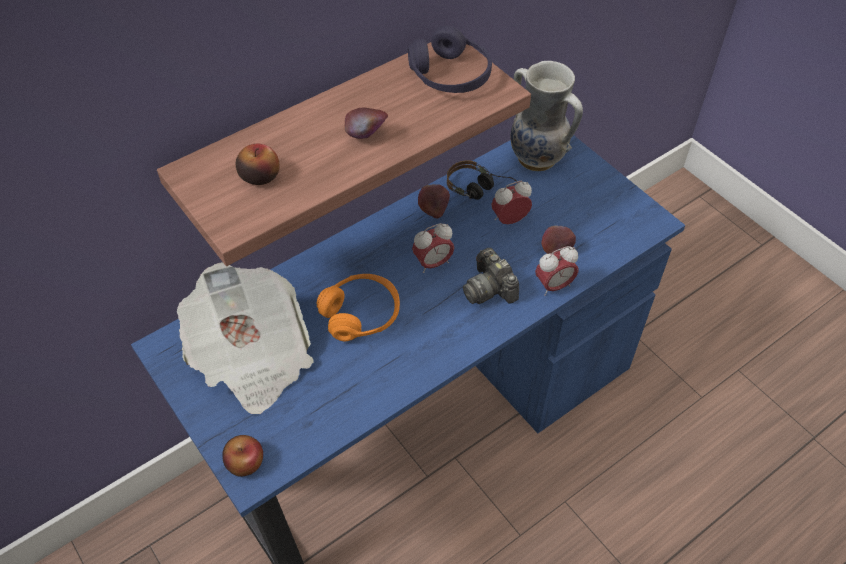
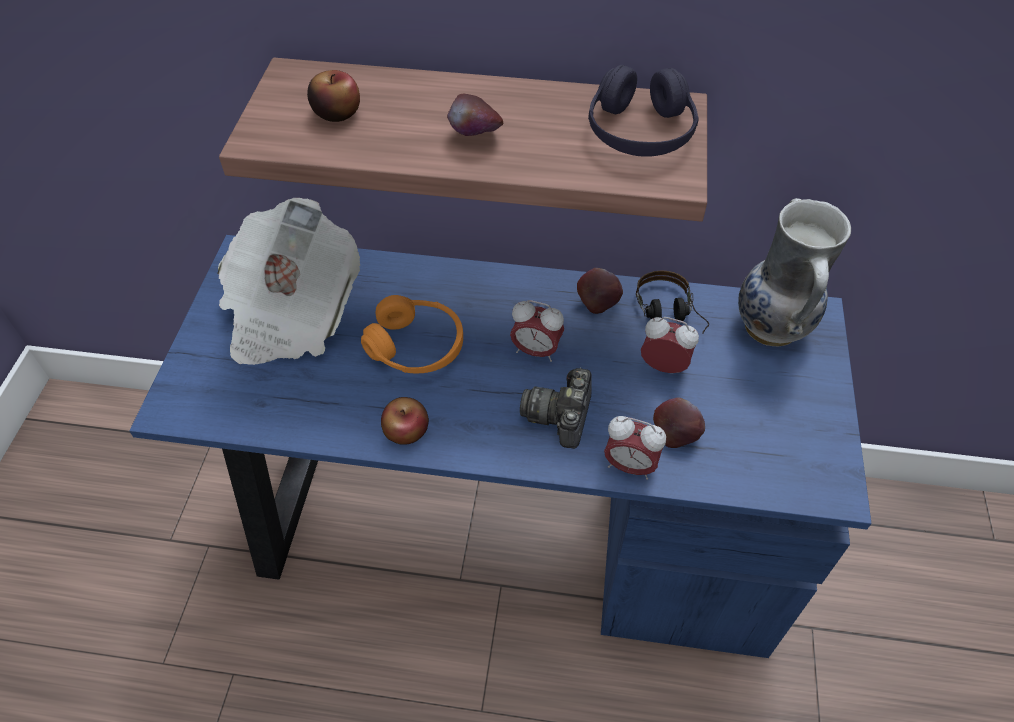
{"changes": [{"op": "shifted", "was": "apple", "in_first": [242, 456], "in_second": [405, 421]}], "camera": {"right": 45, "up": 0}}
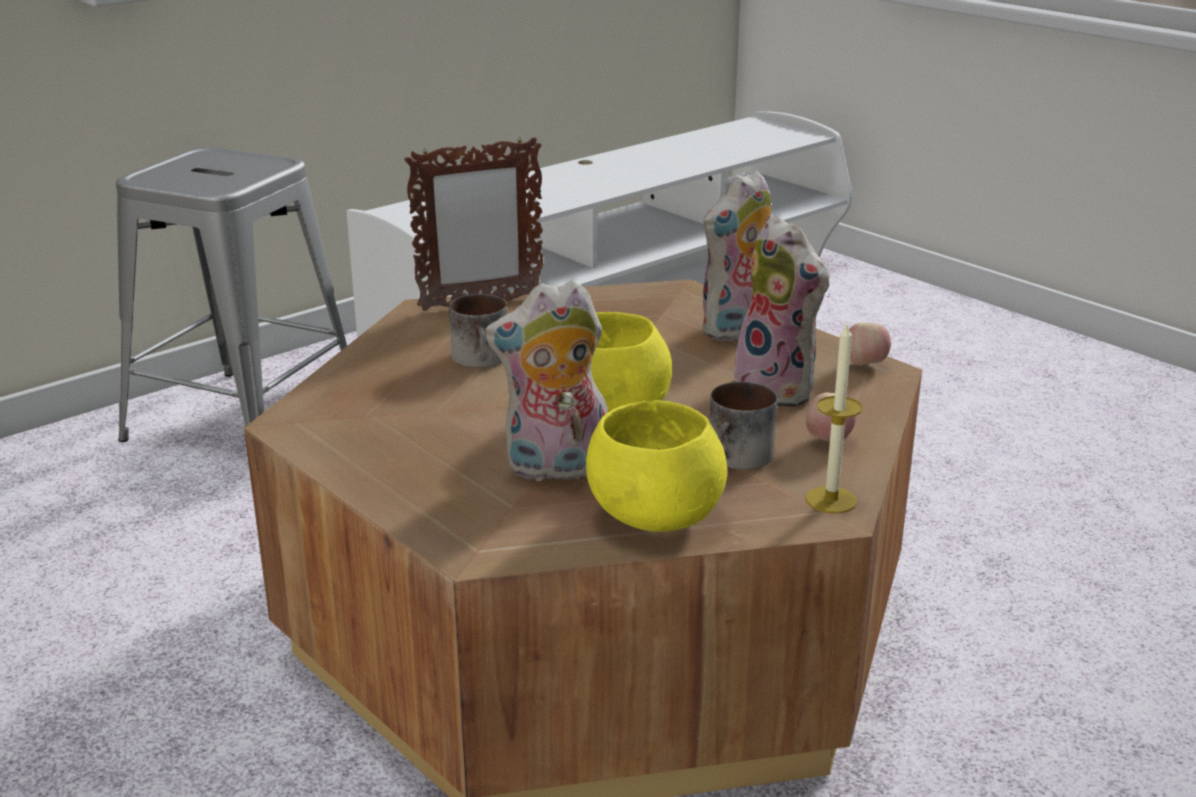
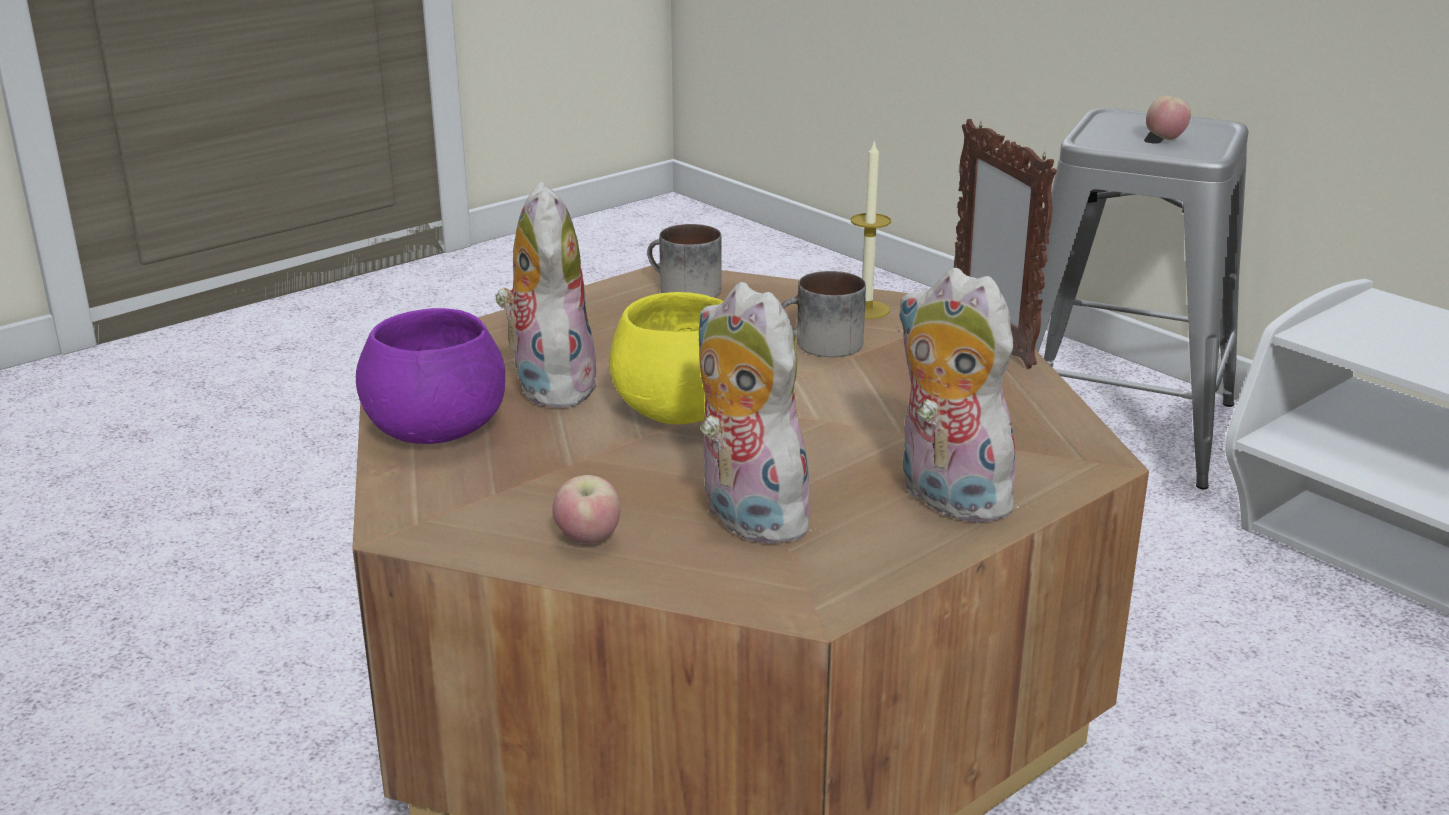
{"changes": [{"op": "repainted", "was": "bowl/yellow", "now": "bowl/purple", "in_first": [656, 466], "in_second": [430, 376]}, {"op": "shifted", "was": "mug", "in_first": [743, 426], "in_second": [684, 261]}, {"op": "rotated", "was": "plush toy", "in_first": [779, 311], "in_second": [760, 413], "clockwise": 90}, {"op": "shifted", "was": "candle", "in_first": [834, 418], "in_second": [871, 229]}, {"op": "shifted", "was": "apple", "in_first": [870, 344], "in_second": [1168, 118]}], "camera": {"right": 90, "up": 0}}
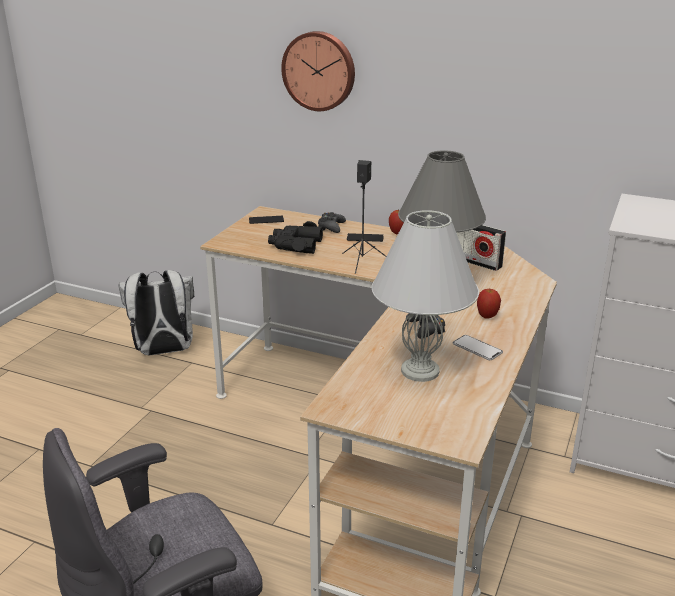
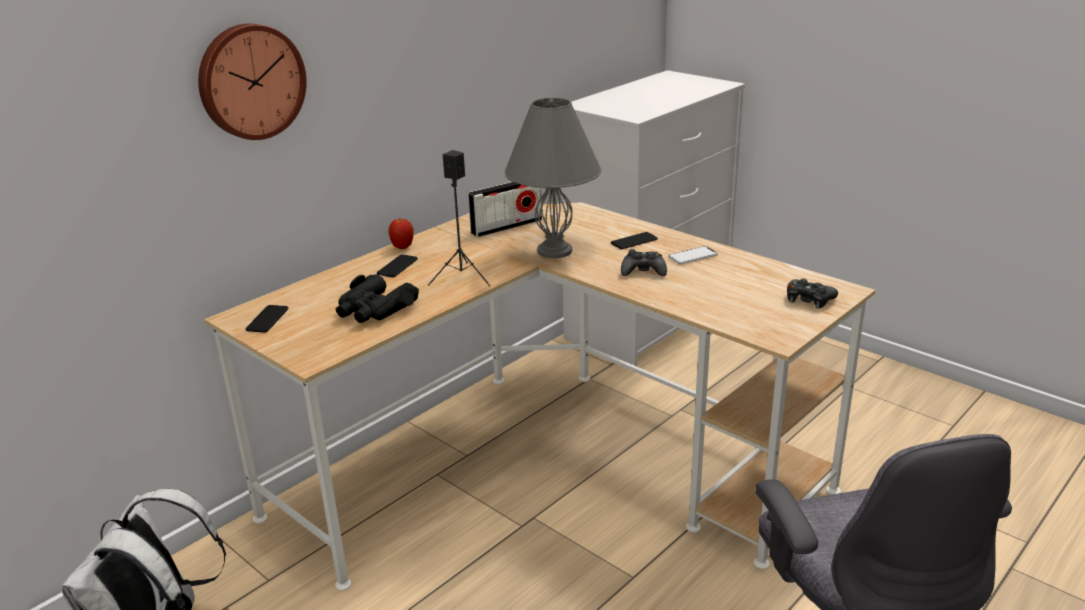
{"changes": [{"op": "shifted", "was": "game controller/black", "in_first": [332, 222], "in_second": [812, 293]}, {"op": "gone", "was": "table lamp/white", "in_first": [425, 296]}, {"op": "swapped", "was": "apple", "now": "phone", "in_first": [489, 304], "in_second": [634, 240]}], "camera": {"right": -70, "up": 0}}
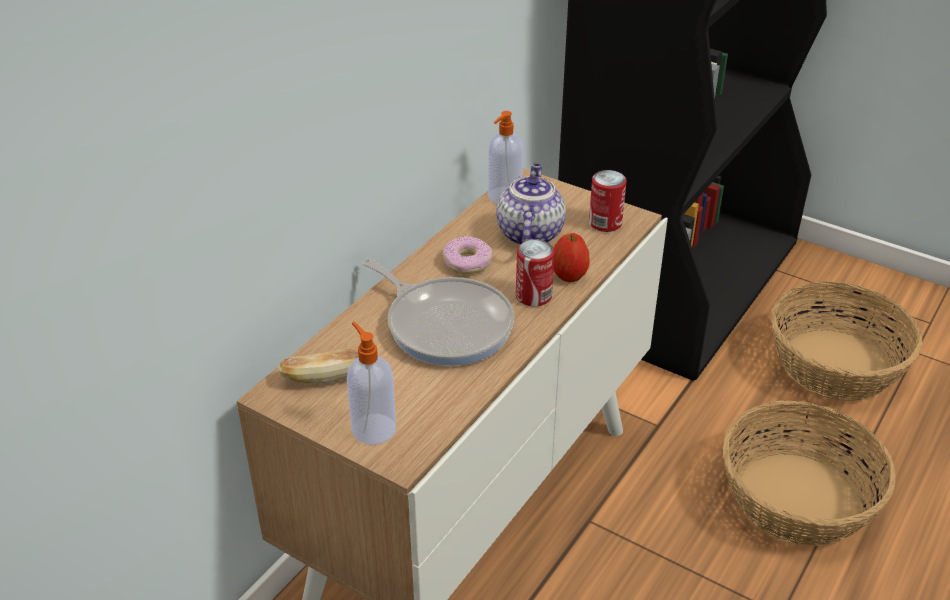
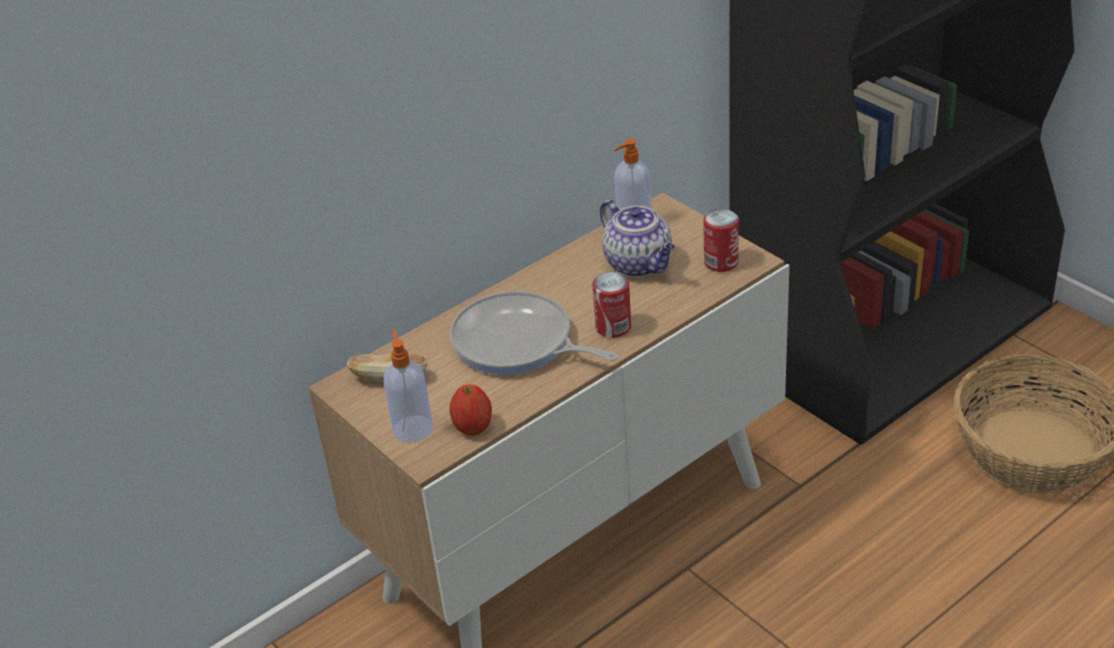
{"changes": [{"op": "rotated", "was": "frying pan", "in_first": [438, 312], "in_second": [534, 333], "clockwise": 150}, {"op": "gone", "was": "donut", "in_first": [467, 255]}, {"op": "rotated", "was": "teapot", "in_first": [531, 204], "in_second": [637, 238], "clockwise": 120}, {"op": "shifted", "was": "apple", "in_first": [572, 257], "in_second": [470, 410]}, {"op": "gone", "was": "basket", "in_first": [809, 473]}], "camera": {"right": 20, "up": 0}}
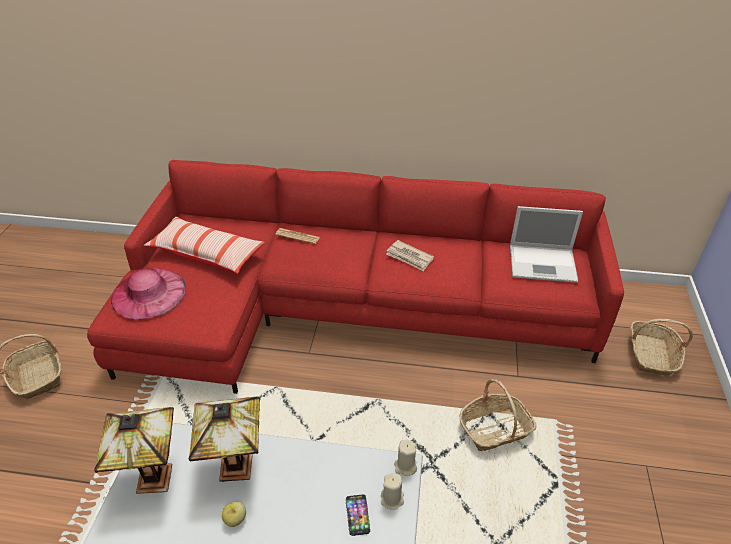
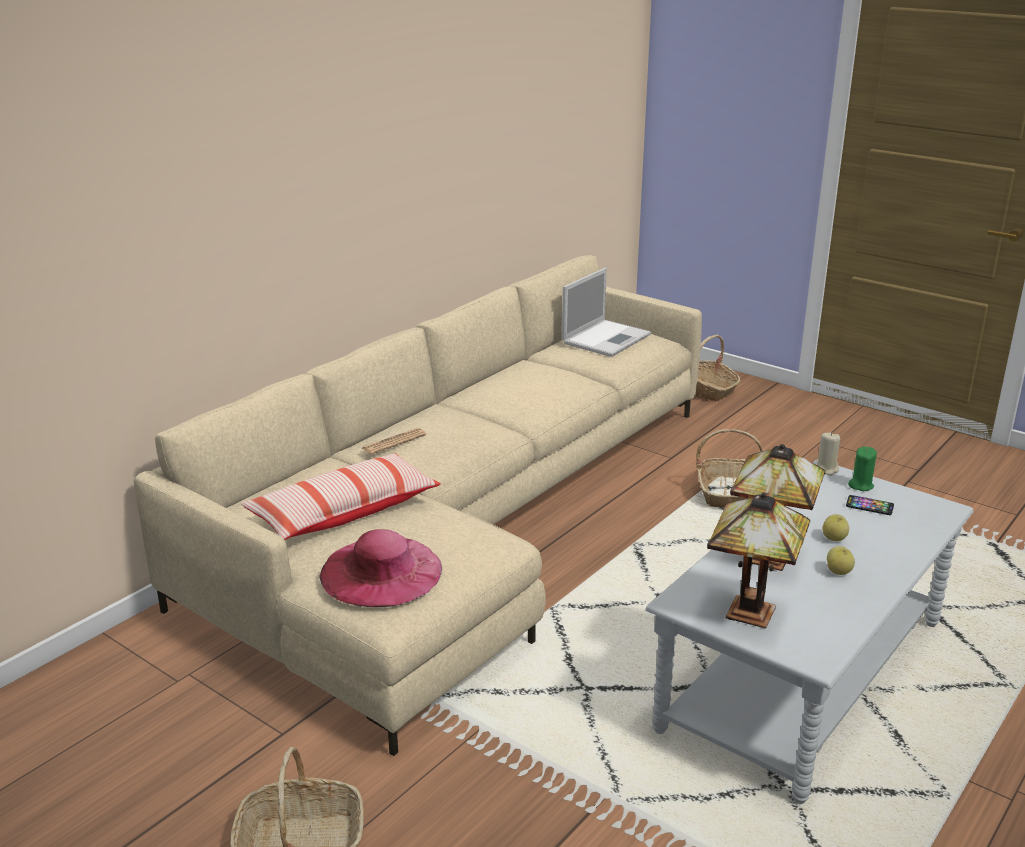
{"changes": [{"op": "repainted", "was": "sofa/red", "now": "sofa/beige", "in_first": [355, 277], "in_second": [418, 505]}, {"op": "repainted", "was": "candle/beige", "now": "candle/green", "in_first": [392, 491], "in_second": [862, 469]}, {"op": "gone", "was": "newspaper", "in_first": [410, 255]}, {"op": "new", "now": "apple", "in_second": [835, 527]}], "camera": {"right": -60, "up": -15}}
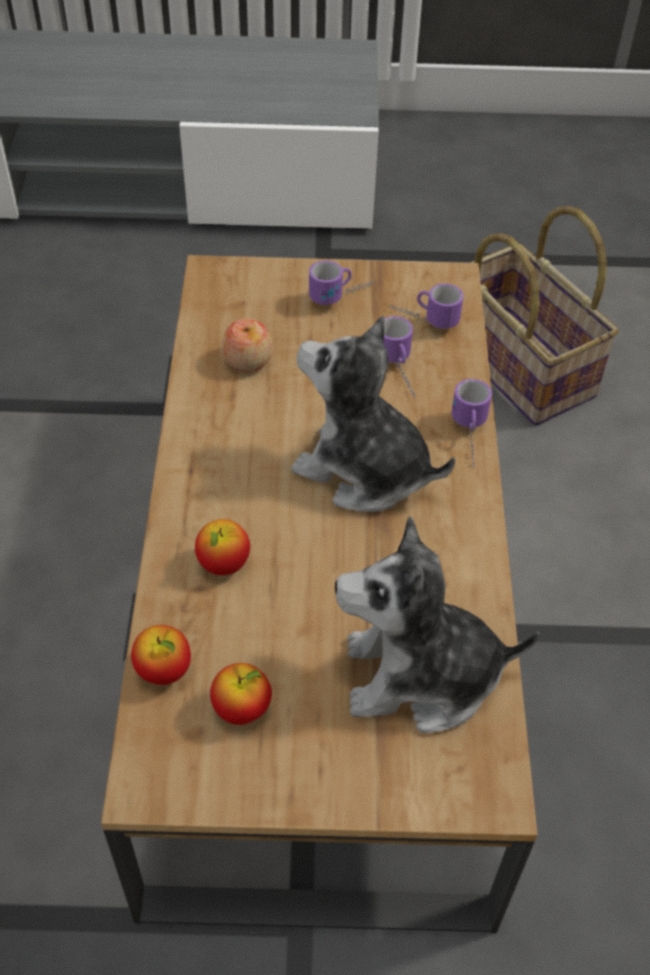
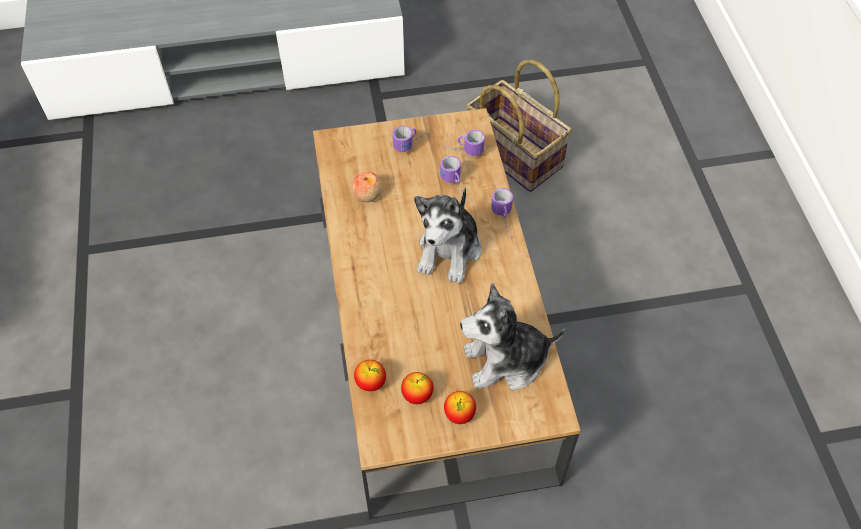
{"changes": [{"op": "shifted", "was": "apple", "in_first": [222, 547], "in_second": [460, 407]}, {"op": "rotated", "was": "plush toy", "in_first": [373, 414], "in_second": [447, 235], "clockwise": -90}], "camera": {"right": -10, "up": 5}}
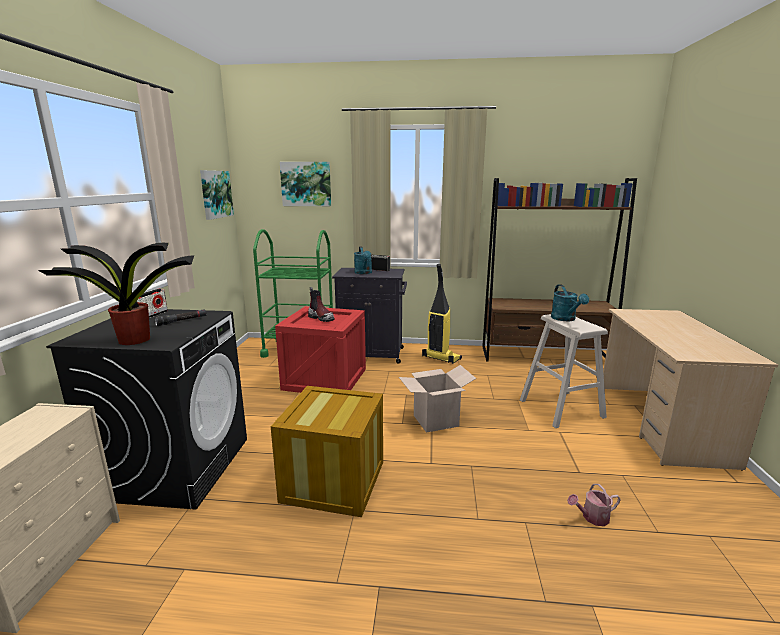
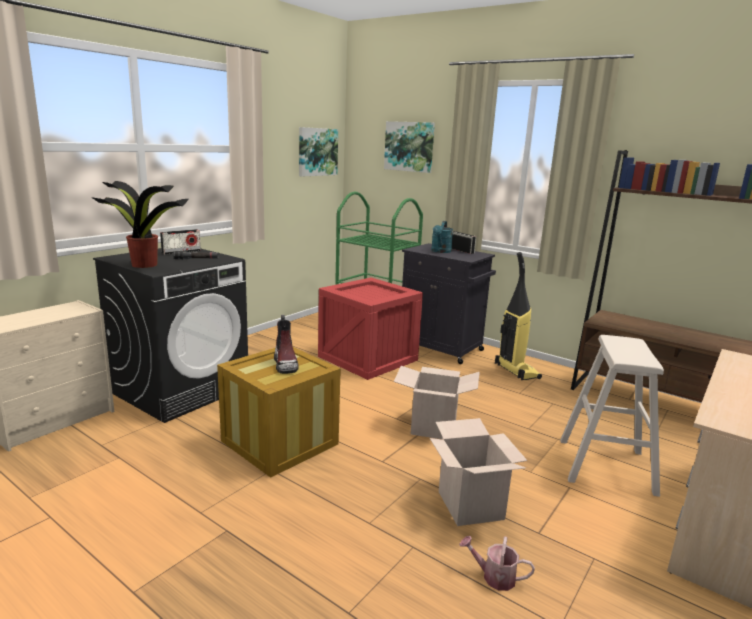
{"changes": [{"op": "shifted", "was": "boot", "in_first": [321, 304], "in_second": [286, 344]}, {"op": "gone", "was": "watering can/turquoise", "in_first": [570, 303]}, {"op": "new", "now": "cardboard box", "in_second": [478, 472]}], "camera": {"right": 30, "up": 0}}
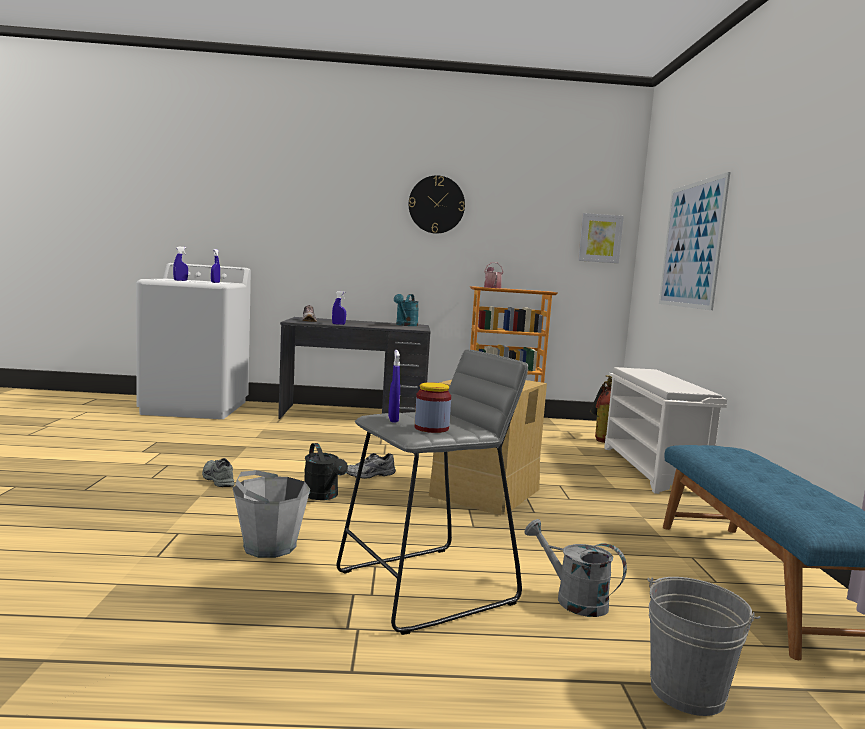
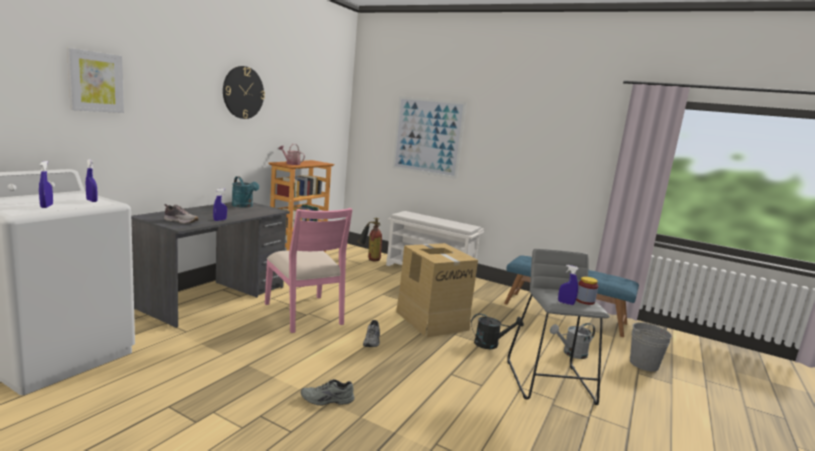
{"changes": [{"op": "gone", "was": "bucket/grey", "in_first": [271, 514]}, {"op": "shifted", "was": "watering can/black", "in_first": [326, 471], "in_second": [497, 331]}, {"op": "shifted", "was": "picture", "in_first": [601, 238], "in_second": [95, 80]}, {"op": "new", "now": "chair/pink", "in_second": [308, 270]}], "camera": {"right": -60, "up": 5}}
